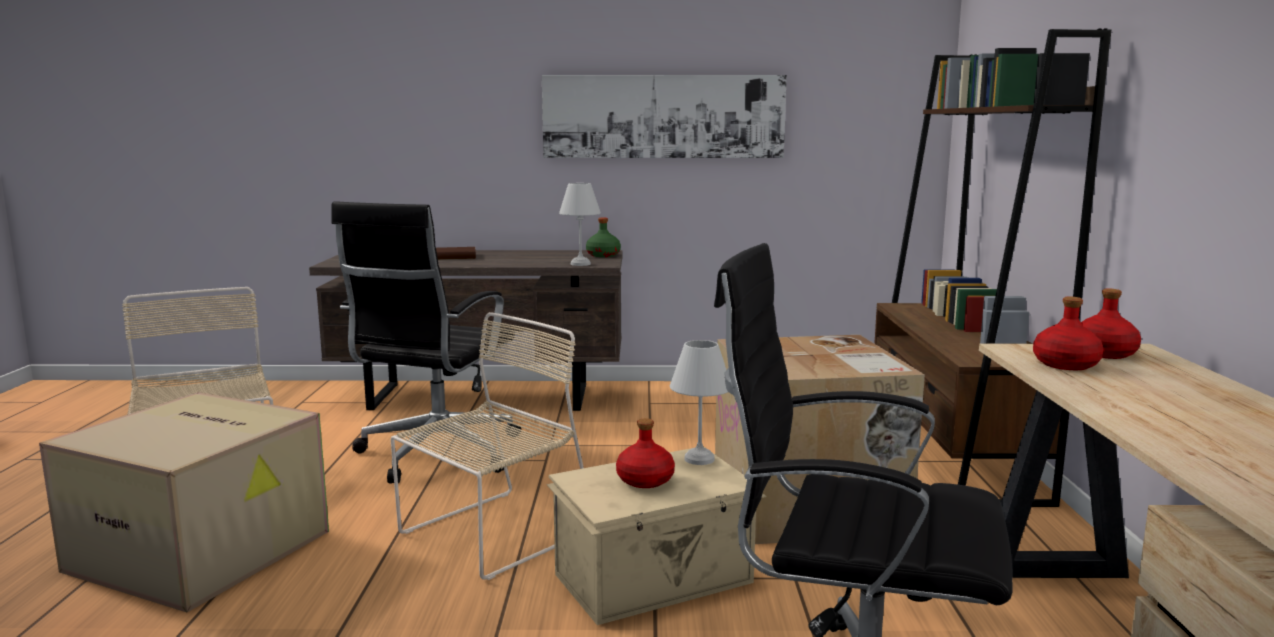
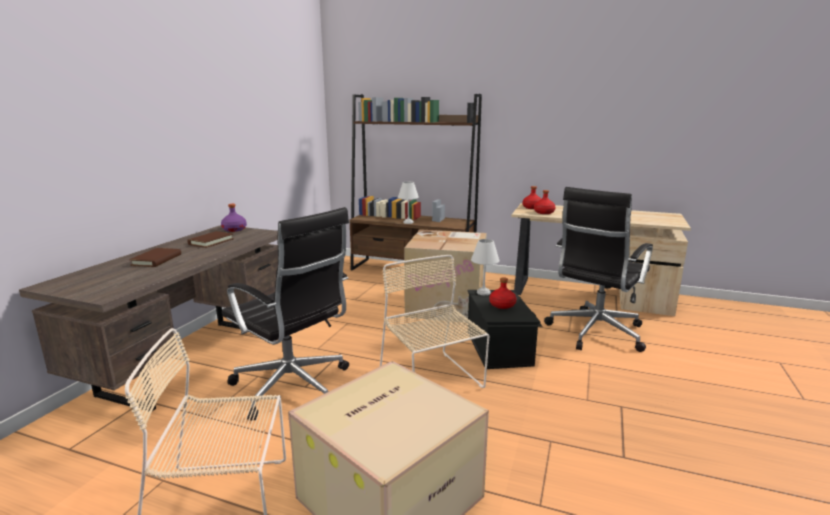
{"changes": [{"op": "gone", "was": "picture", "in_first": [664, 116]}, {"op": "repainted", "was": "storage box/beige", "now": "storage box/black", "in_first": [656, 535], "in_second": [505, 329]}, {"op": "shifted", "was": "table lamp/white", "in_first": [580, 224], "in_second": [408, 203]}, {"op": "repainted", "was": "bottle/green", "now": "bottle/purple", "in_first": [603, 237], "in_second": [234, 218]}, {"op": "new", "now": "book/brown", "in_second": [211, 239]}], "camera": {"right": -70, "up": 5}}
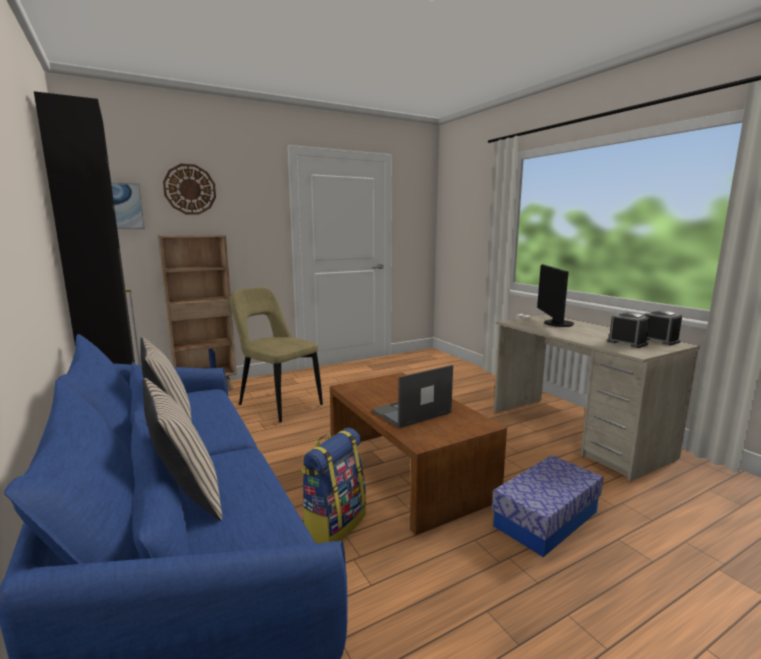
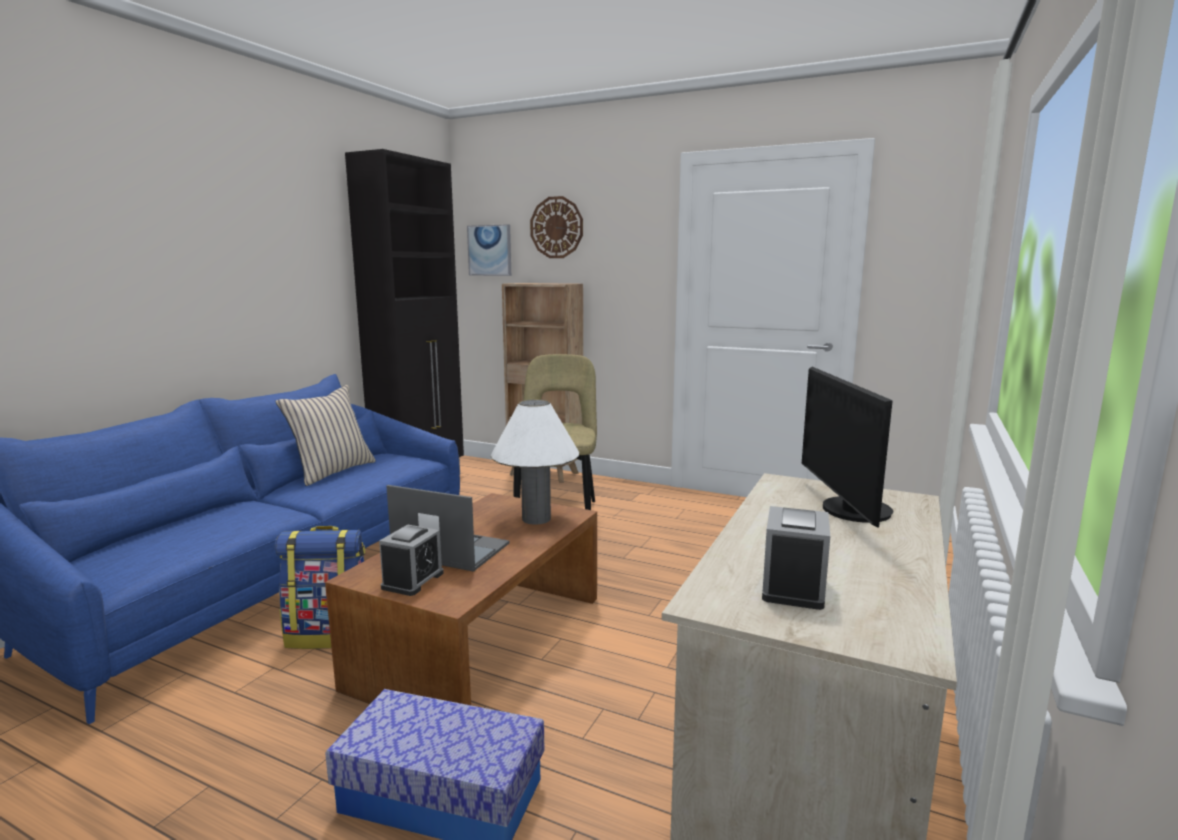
{"changes": [{"op": "gone", "was": "pillow/beige", "in_first": [182, 449]}, {"op": "rotated", "was": "monitor", "in_first": [555, 295], "in_second": [847, 447], "clockwise": -60}, {"op": "shifted", "was": "alarm clock", "in_first": [663, 327], "in_second": [411, 560]}, {"op": "new", "now": "table lamp/white", "in_second": [535, 462]}], "camera": {"right": 55, "up": 0}}
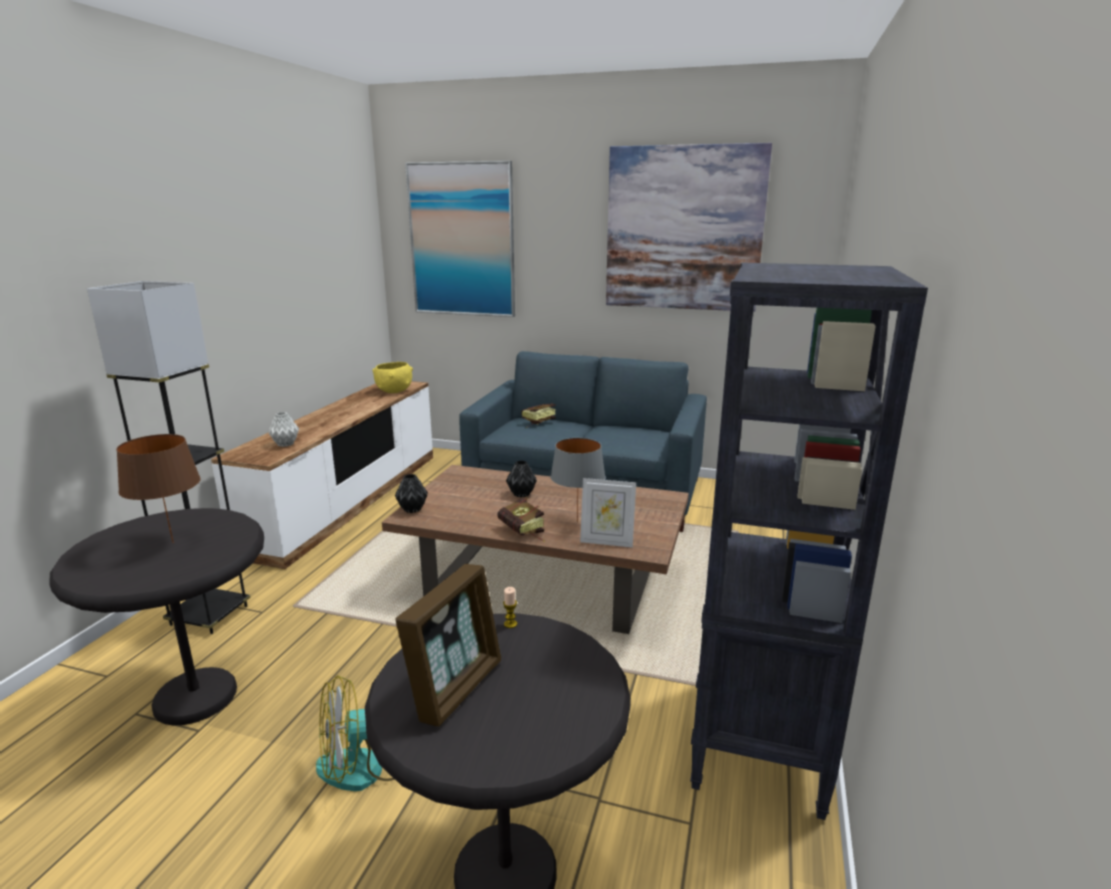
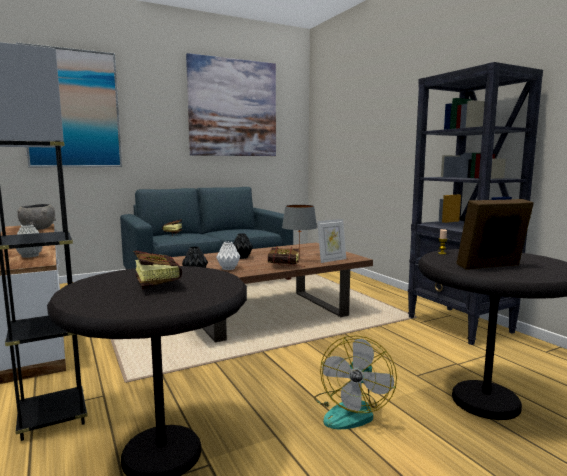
{"changes": [{"op": "swapped", "was": "table lamp/brown", "now": "book", "in_first": [158, 488], "in_second": [158, 270]}, {"op": "repainted", "was": "bowl/yellow", "now": "bowl/grey", "in_first": [392, 377], "in_second": [36, 217]}, {"op": "rotated", "was": "picture frame", "in_first": [448, 645], "in_second": [495, 234], "clockwise": -90}, {"op": "new", "now": "vase/white", "in_second": [228, 256]}], "camera": {"right": -45, "up": -10}}
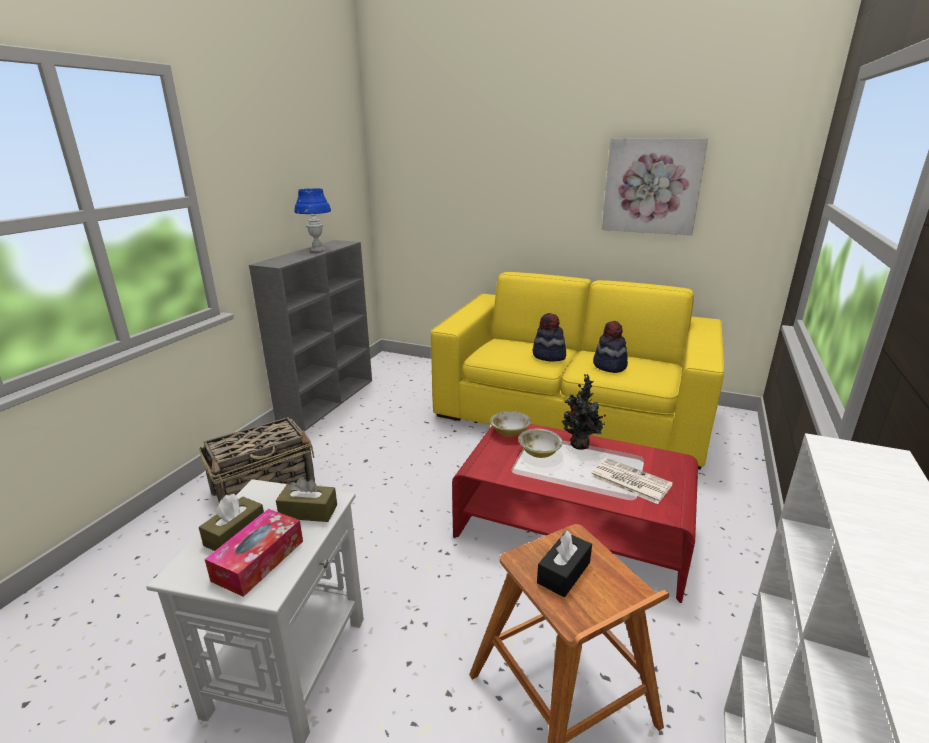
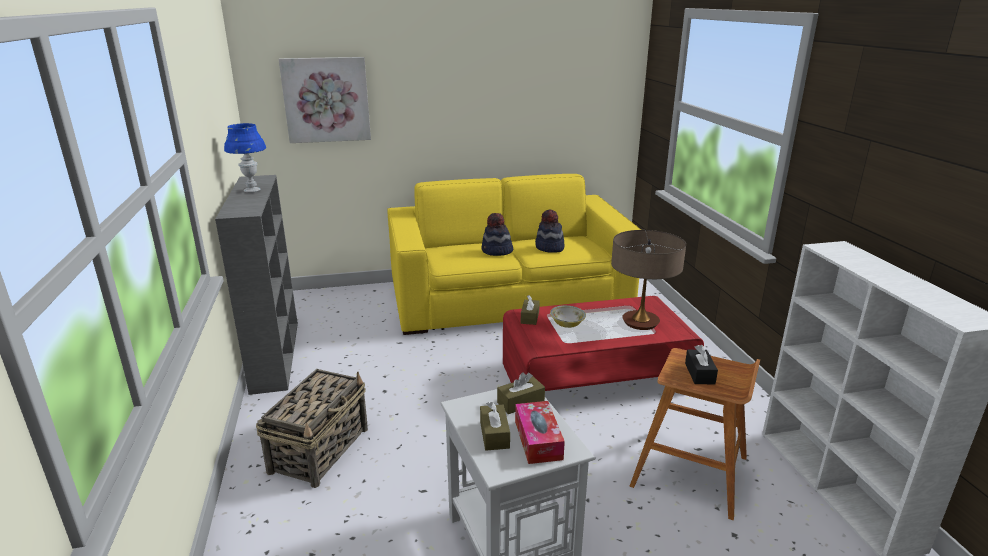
{"changes": [{"op": "swapped", "was": "bowl", "now": "tissue box/brown", "in_first": [510, 423], "in_second": [530, 310]}, {"op": "gone", "was": "potted plant", "in_first": [584, 412]}, {"op": "swapped", "was": "newspaper", "now": "table lamp", "in_first": [631, 481], "in_second": [648, 280]}, {"op": "shifted", "was": "picture", "in_first": [655, 186], "in_second": [325, 100]}], "camera": {"right": -35, "up": 0}}
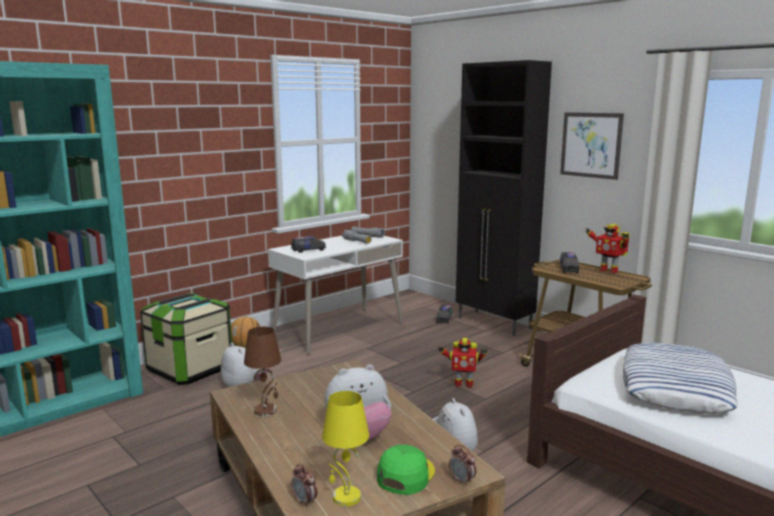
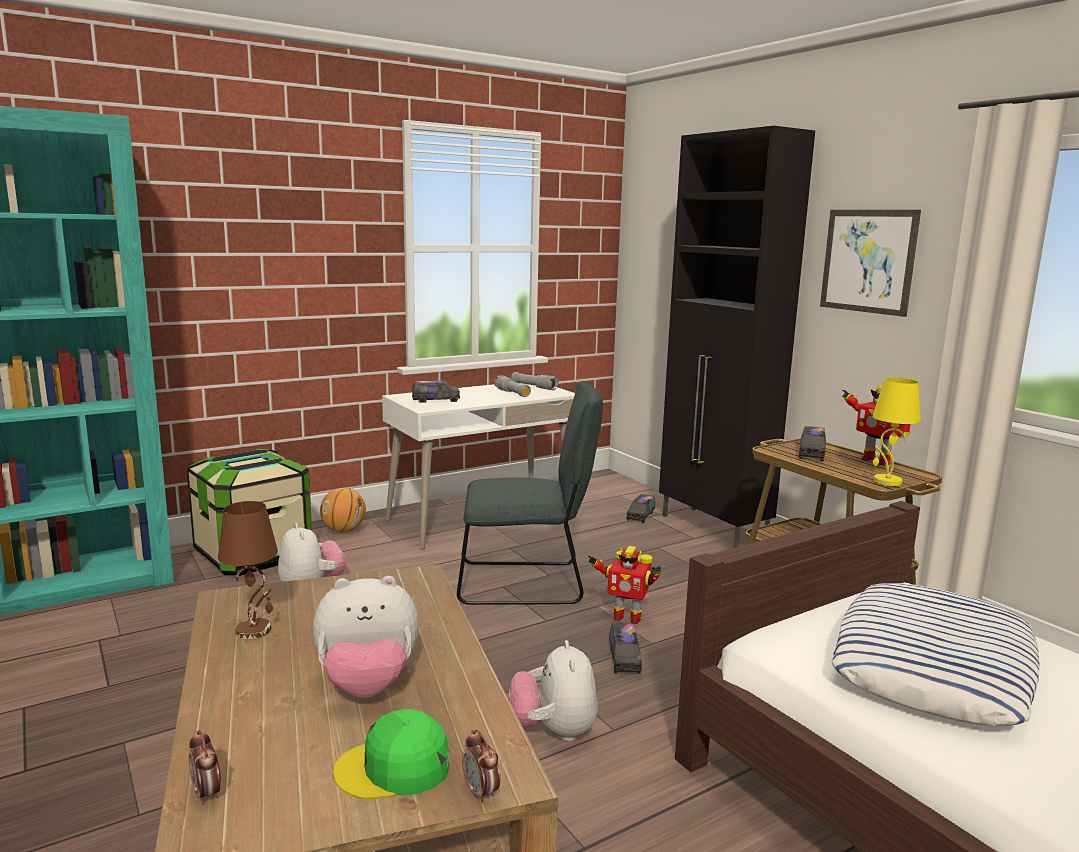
{"changes": [{"op": "shifted", "was": "table lamp/yellow", "in_first": [345, 448], "in_second": [896, 432]}, {"op": "rotated", "was": "cap/green", "in_first": [406, 470], "in_second": [391, 754], "clockwise": -135}, {"op": "new", "now": "chair/grey", "in_second": [530, 493]}, {"op": "new", "now": "toy truck", "in_second": [625, 648]}], "camera": {"right": 10, "up": 0}}
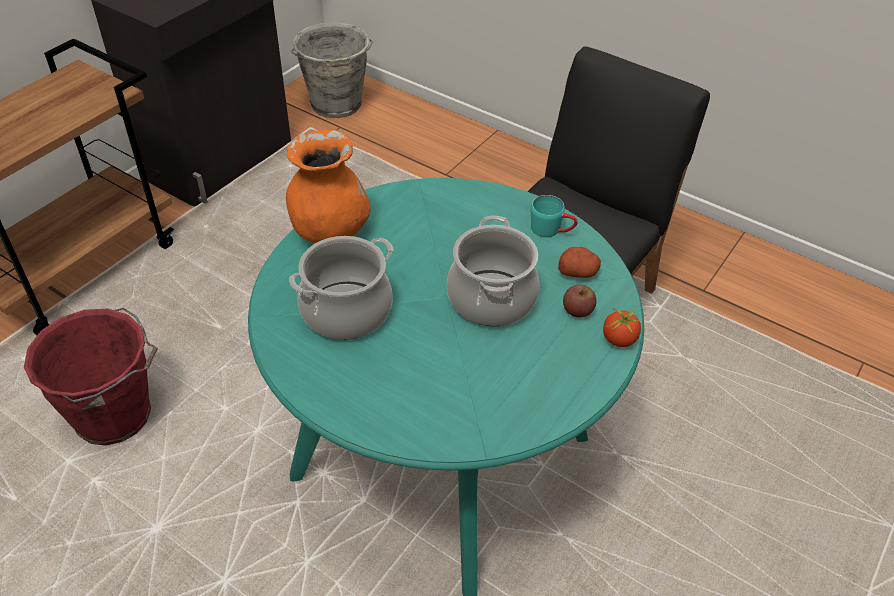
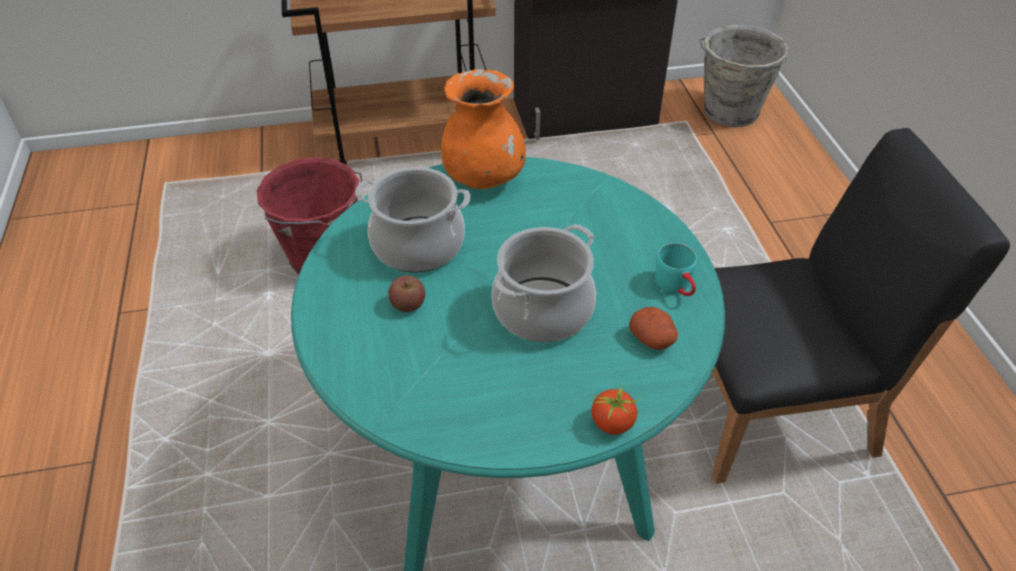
{"changes": [{"op": "shifted", "was": "apple", "in_first": [579, 301], "in_second": [406, 293]}], "camera": {"right": 45, "up": 0}}
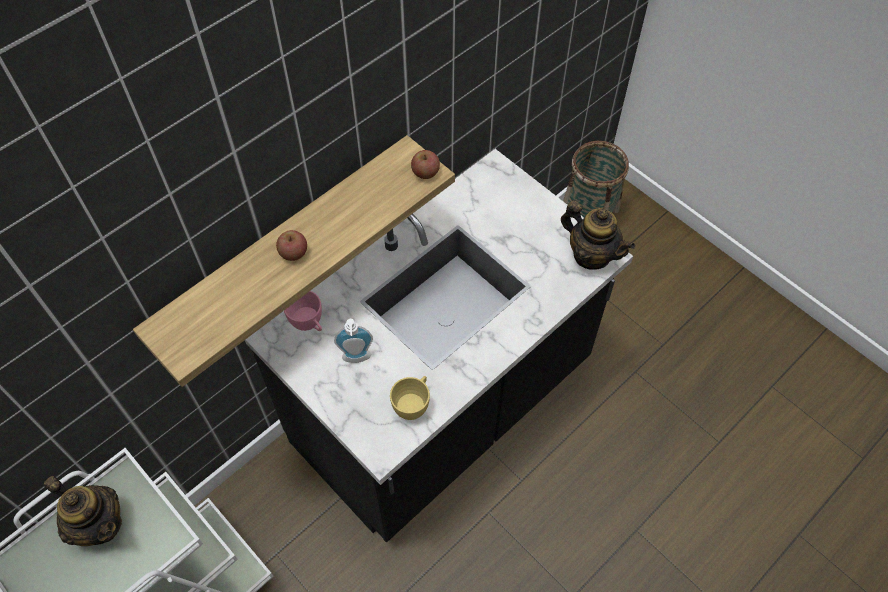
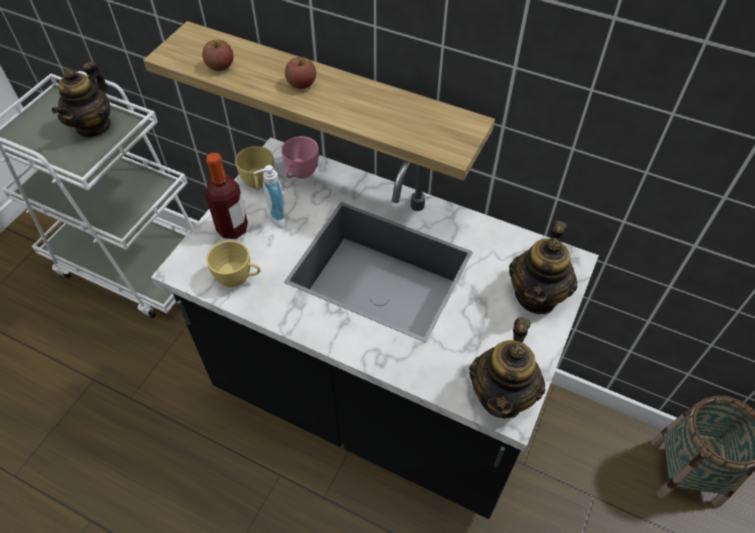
{"changes": [{"op": "shifted", "was": "apple", "in_first": [425, 164], "in_second": [218, 55]}, {"op": "new", "now": "bottle", "in_second": [226, 196]}, {"op": "new", "now": "cup/yellow", "in_second": [254, 168]}, {"op": "new", "now": "teapot", "in_second": [543, 267]}], "camera": {"right": 70, "up": -5}}
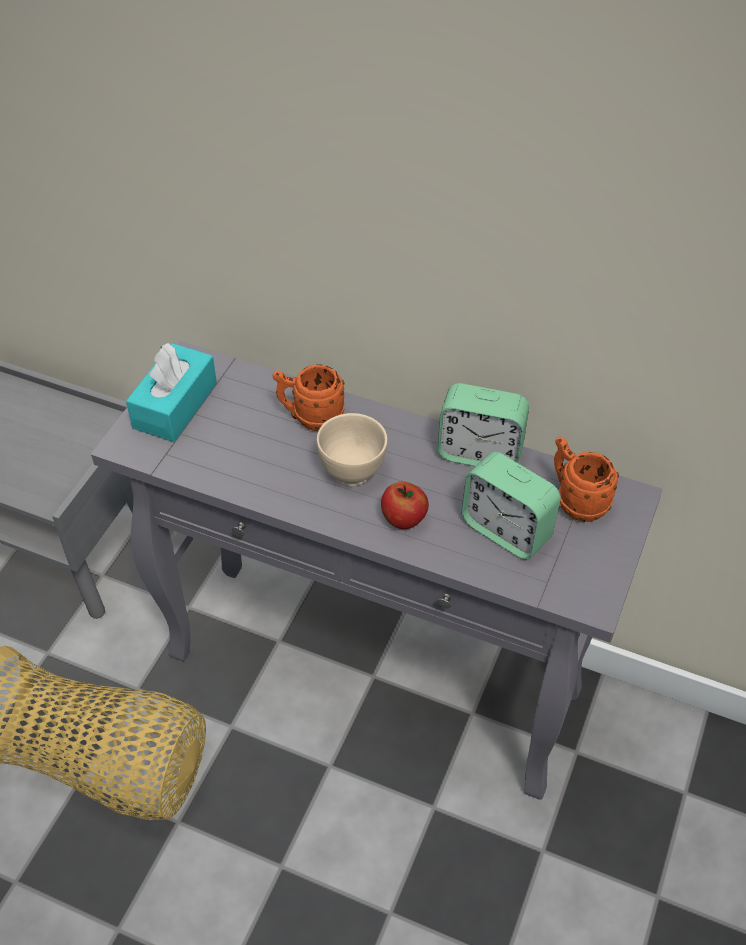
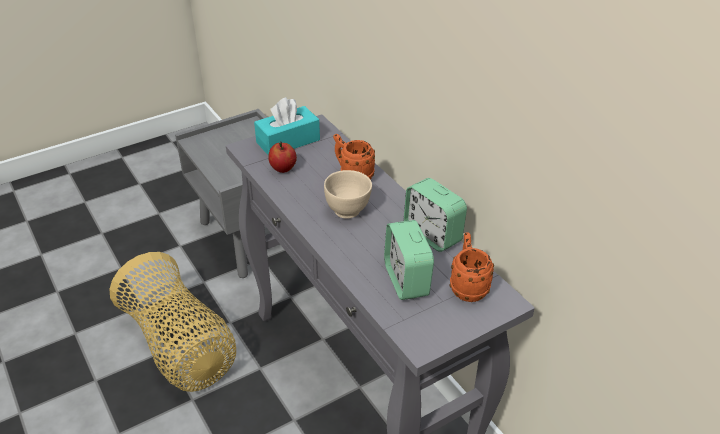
{"changes": [{"op": "shifted", "was": "apple", "in_first": [405, 505], "in_second": [282, 157]}], "camera": {"right": 35, "up": -10}}
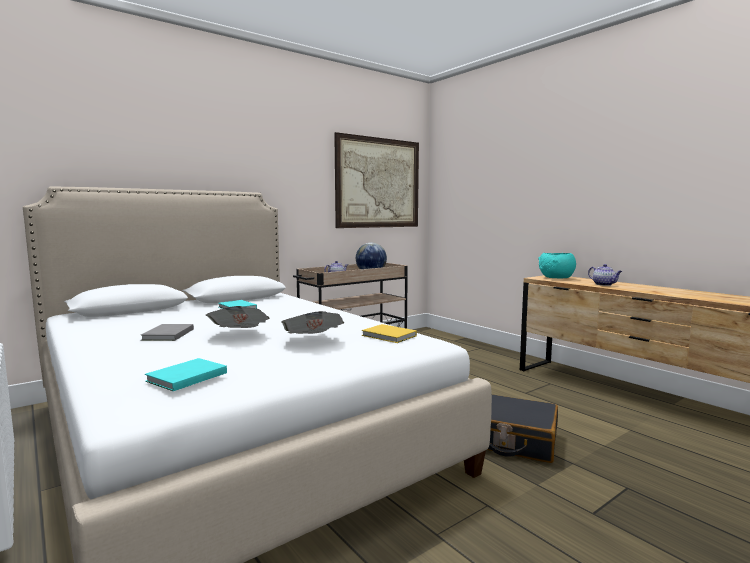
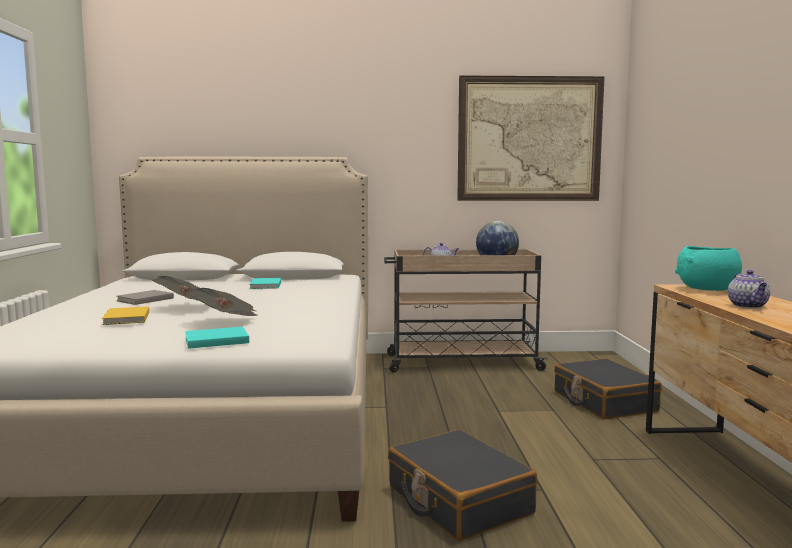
{"changes": [{"op": "shifted", "was": "book/turquoise", "in_first": [186, 374], "in_second": [217, 338]}, {"op": "shifted", "was": "book/yellow", "in_first": [389, 333], "in_second": [125, 315]}, {"op": "new", "now": "suitcase/black", "in_second": [608, 389]}], "camera": {"right": 35, "up": 0}}
